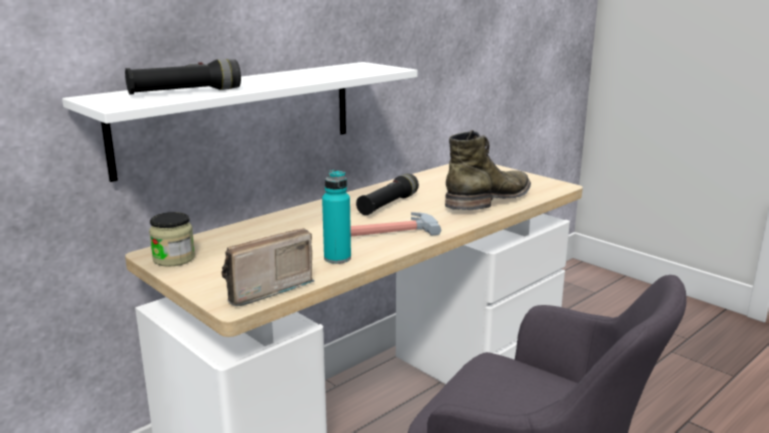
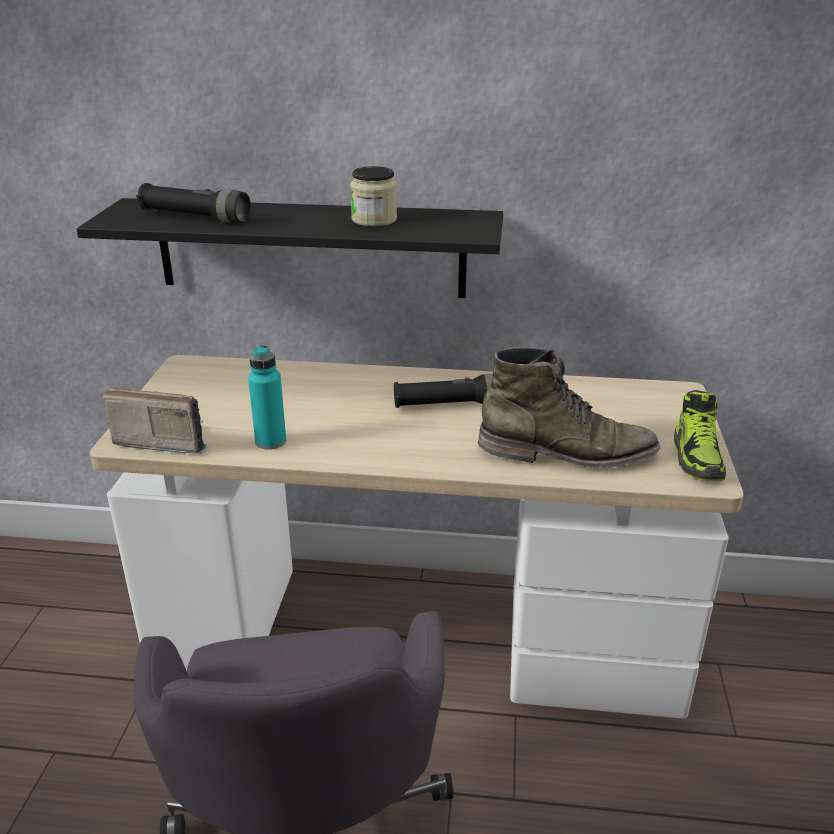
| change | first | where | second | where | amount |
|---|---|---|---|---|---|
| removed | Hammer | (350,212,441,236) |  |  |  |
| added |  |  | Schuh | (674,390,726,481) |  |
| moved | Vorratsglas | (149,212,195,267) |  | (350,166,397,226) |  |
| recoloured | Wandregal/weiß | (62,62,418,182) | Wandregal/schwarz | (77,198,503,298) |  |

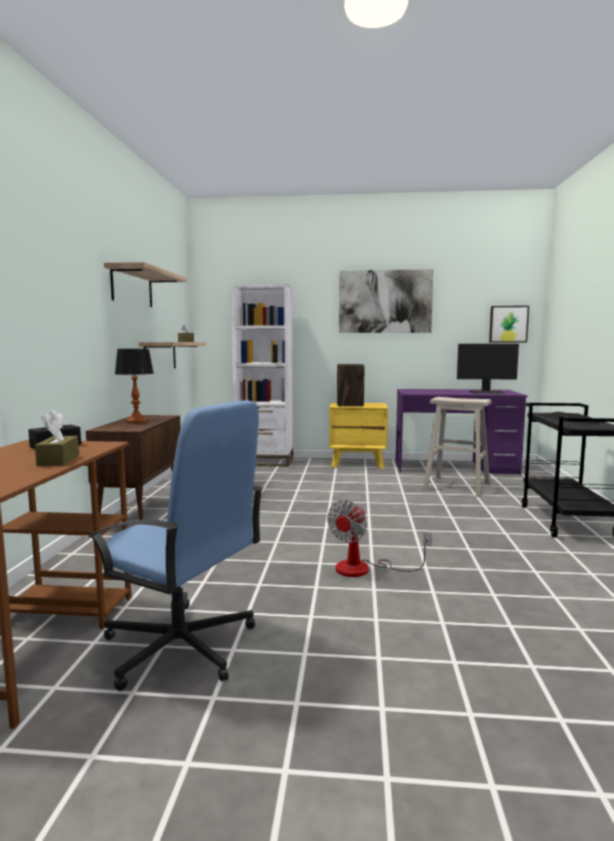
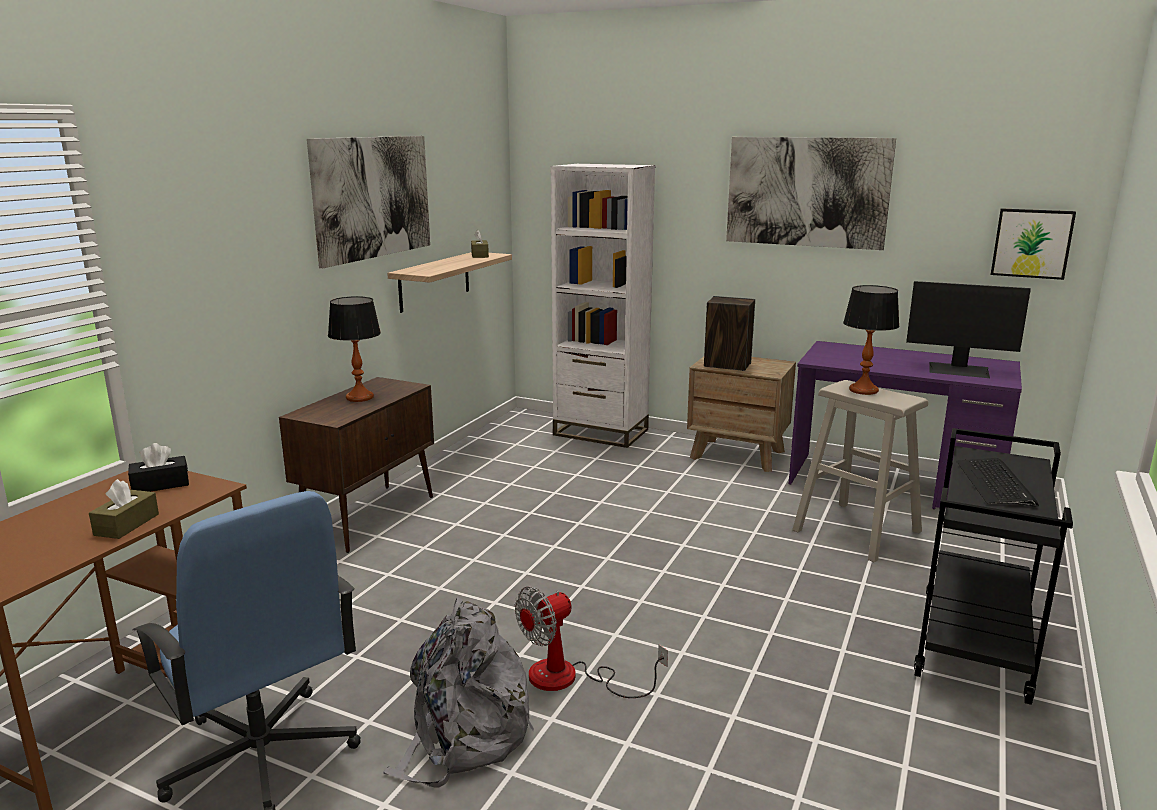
| change | first | where | second | where | amount |
|---|---|---|---|---|---|
| added |  |  | Rucksack/grau | (383,597,534,787) |  |
| added |  |  | Tischlampe | (843,285,899,395) |  |
| replaced | Wandregal | (104,262,187,307) | Bild | (307,136,430,269) |  |
| recoloured | Nachttisch/gelb | (329,403,388,469) | Nachttisch/braun | (687,356,796,472) |  |

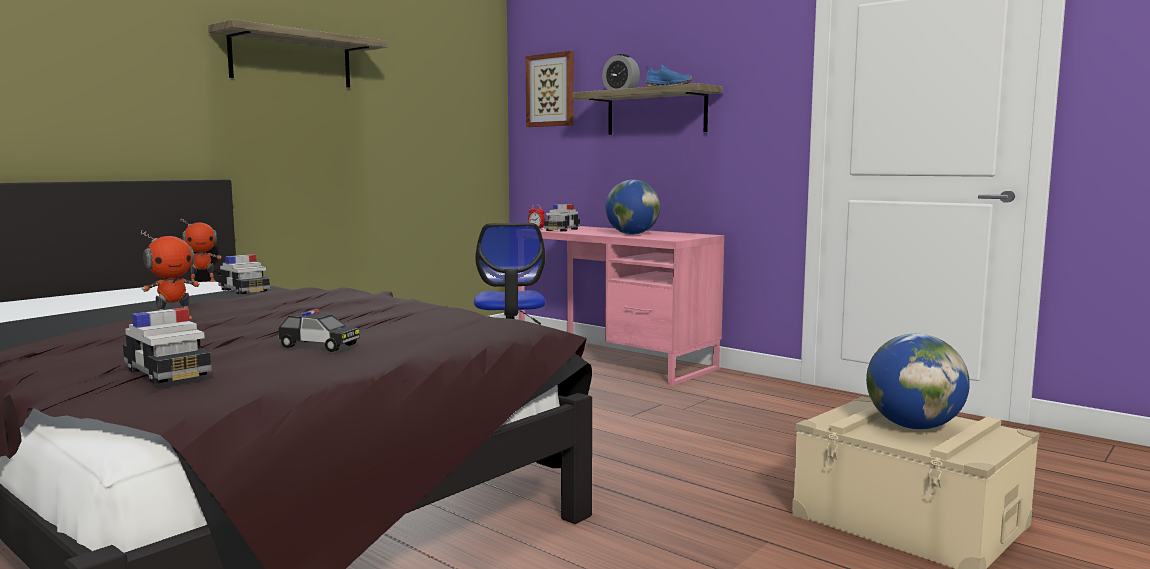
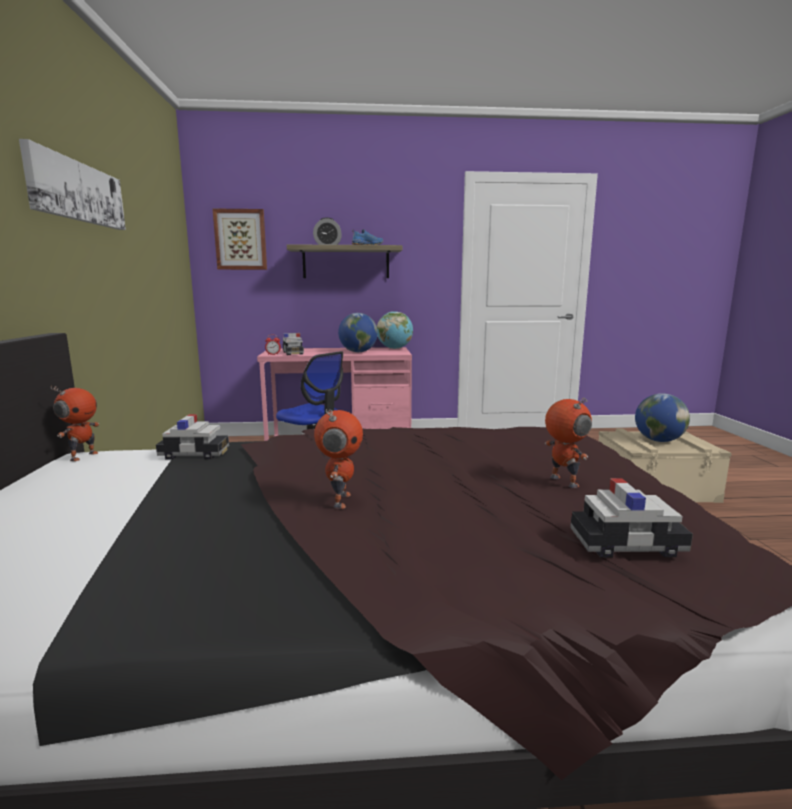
| change | first | where | second | where | amount |
|---|---|---|---|---|---|
| added |  |  | Globus | (377,311,413,349) |  |
| replaced | Wandregal | (208,19,388,88) | Bild | (19,139,126,230) |  |
| replaced | Spielzeugauto | (278,309,360,352) | Spielzeugroboter | (545,398,592,488) |  |

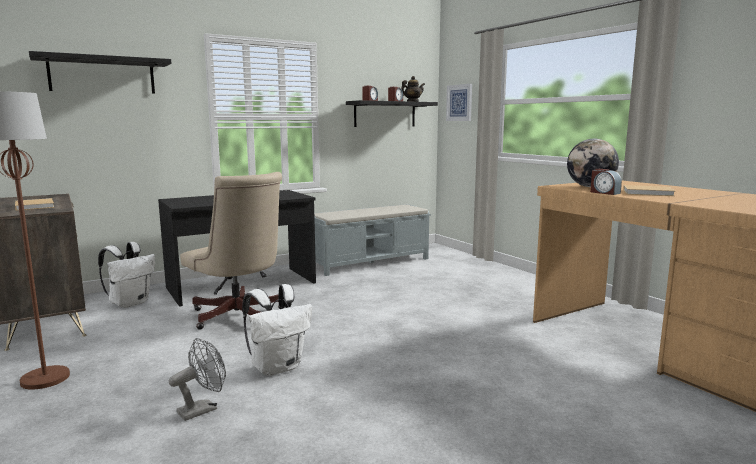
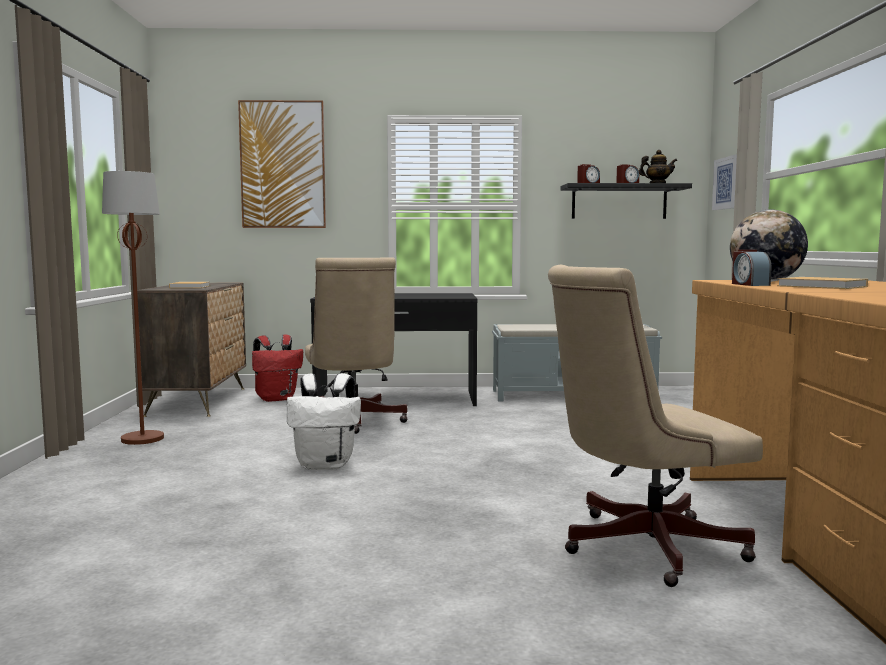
| change | first | where | second | where | amount |
|---|---|---|---|---|---|
| removed | Ventilator/grau | (169,338,226,421) |  |  |  |
| added |  |  | Bürostuhl/beige | (548,265,763,587) |  |
| replaced | Wandregal/schwarz | (29,51,171,94) | Bild | (238,100,326,228) |  |
| recoloured | Rucksack/weiß | (98,242,155,308) | Rucksack/rot | (252,334,303,402) |  |

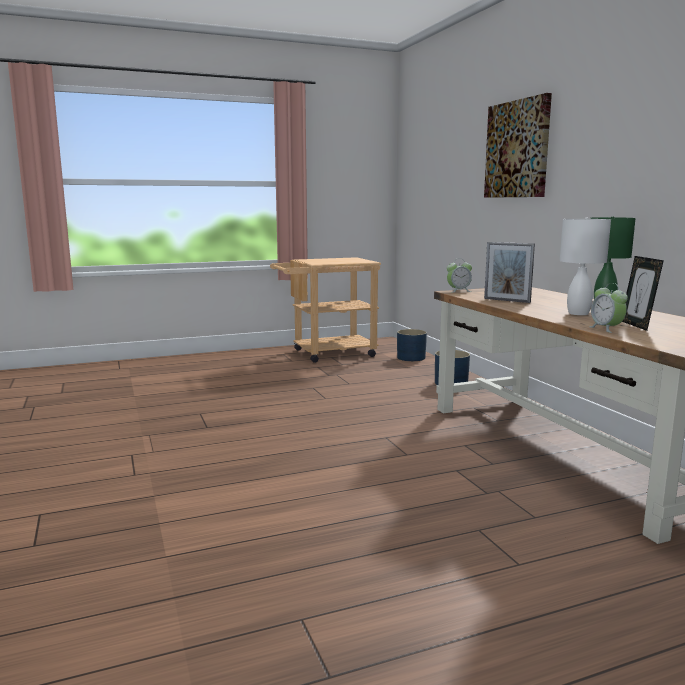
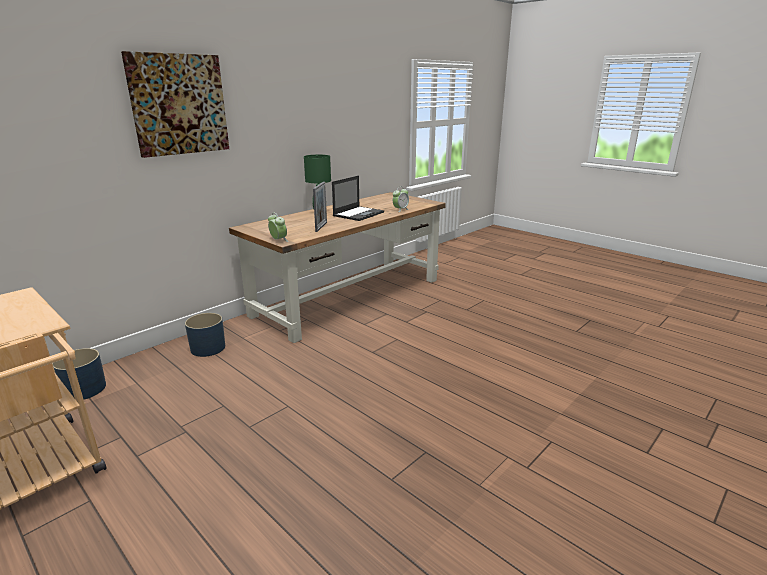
| change | first | where | second | where | amount |
|---|---|---|---|---|---|
| removed | Bilderrahmen | (622,256,664,331) |  |  |  |
| replaced | Tischlampe/weiß | (560,218,611,315) | Laptop | (332,175,384,221) |  |

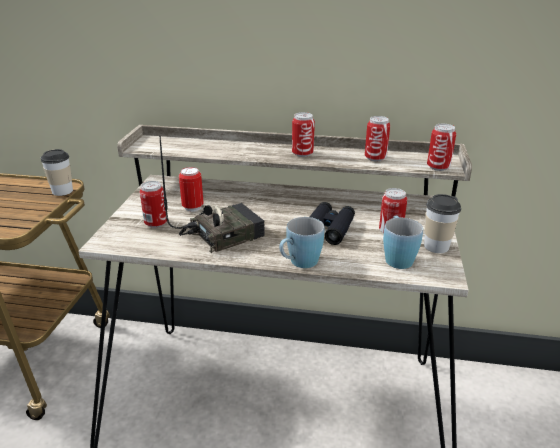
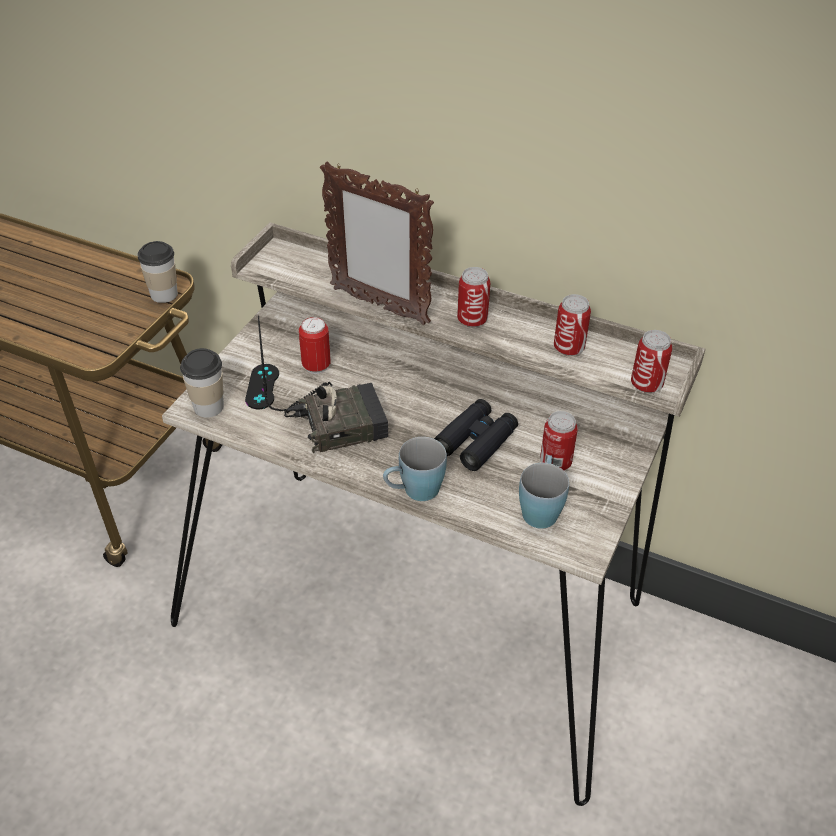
| change | first | where | second | where | amount |
|---|---|---|---|---|---|
| added |  |  | Bilderrahmen | (320,161,434,325) |  |
| moved | Tasse | (424,194,461,253) |  | (180,348,224,418) |  |
| replaced | Dose | (140,181,167,228) | Gamepad/schwarz | (245,364,279,409) |  |

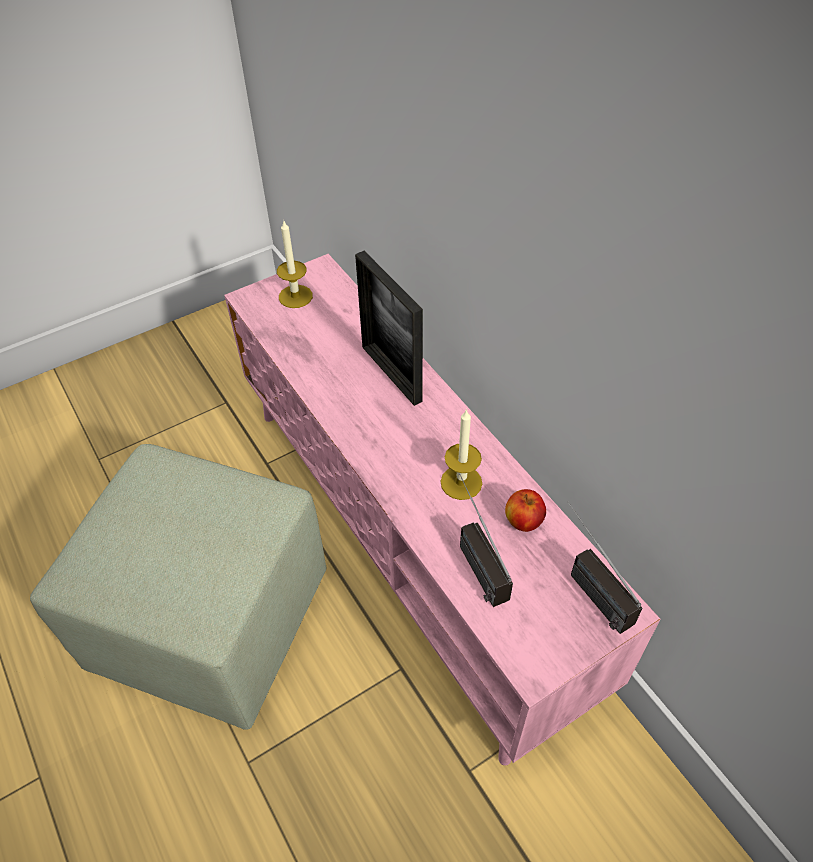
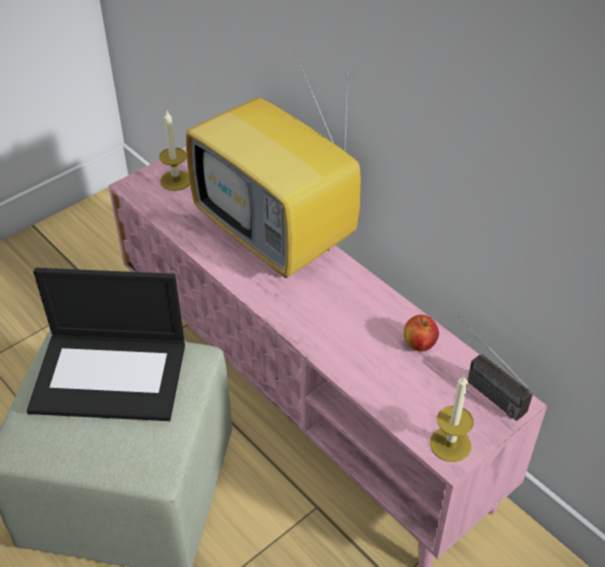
| change | first | where | second | where | amount |
|---|---|---|---|---|---|
| removed | Radio | (459,473,513,607) |  |  |  |
| added |  |  | Laptop | (27,268,185,421) |  |
| moved | Kerze | (440,409,482,500) |  | (430,374,473,462) |  |
| replaced | Bilderrahmen | (355,251,423,406) | Fernseher | (186,59,361,278) |  |

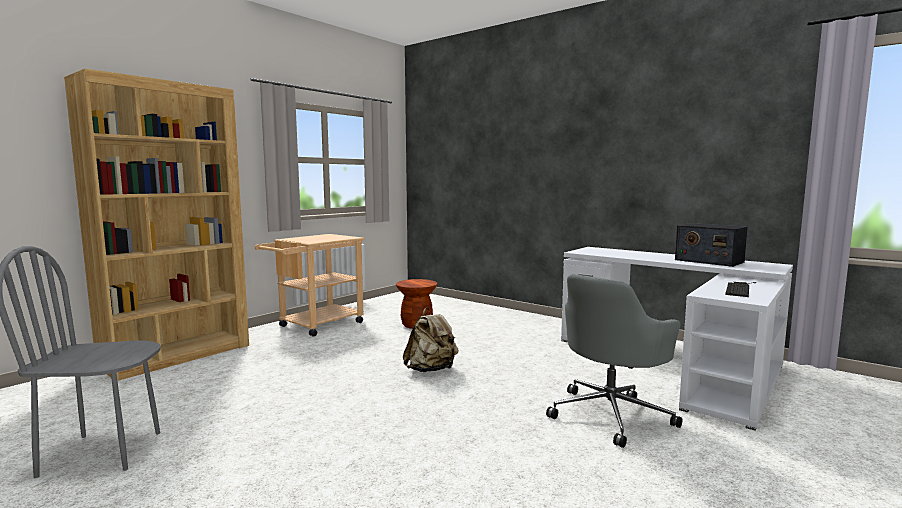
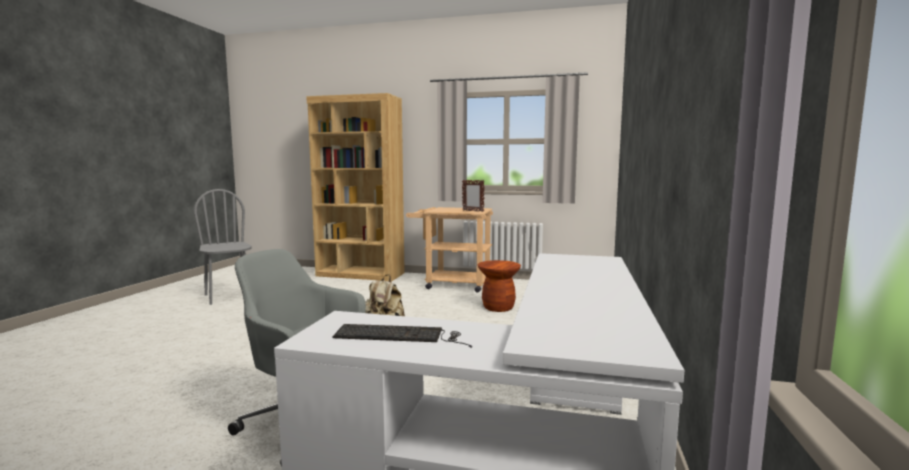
| change | first | where | second | where | amount |
|---|---|---|---|---|---|
| removed | Radio | (675,223,748,267) |  |  |  |
| added |  |  | Bilderrahmen | (462,180,485,212) |  |

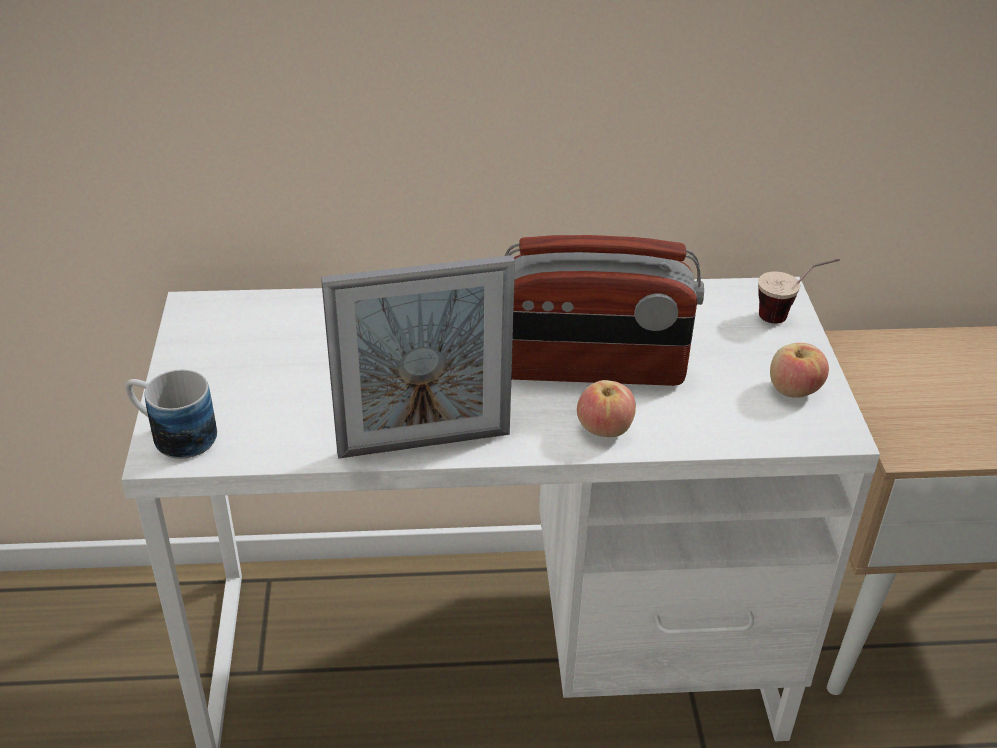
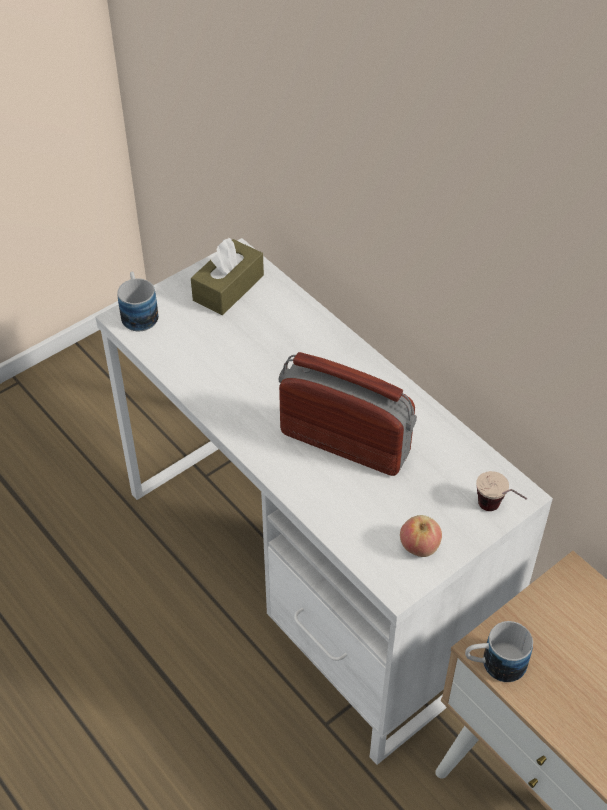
| change | first | where | second | where | amount |
|---|---|---|---|---|---|
| removed | Bilderrahmen | (321,255,515,459) |  |  |  |
| removed | Apfel | (577,380,636,437) |  |  |  |
| added |  |  | Taschentuchbox/braun | (191,238,264,315) |  |
| added |  |  | Henkelbecher | (465,621,533,682) |  |
| turned | Radio | (504,235,704,386) |  | (279,352,417,476) | 150 degrees clockwise |

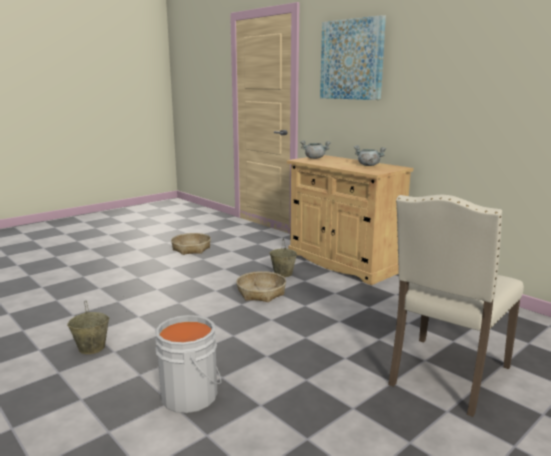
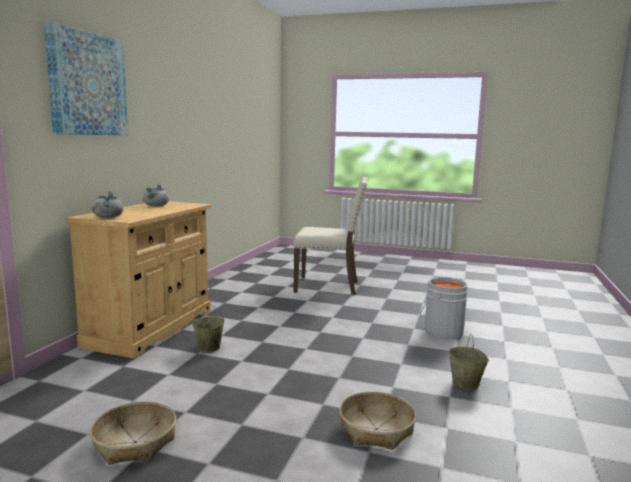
| change | first | where | second | where | amount |
|---|---|---|---|---|---|
| moved | Korb | (236,271,286,302) |  | (339,391,416,450) |  |

